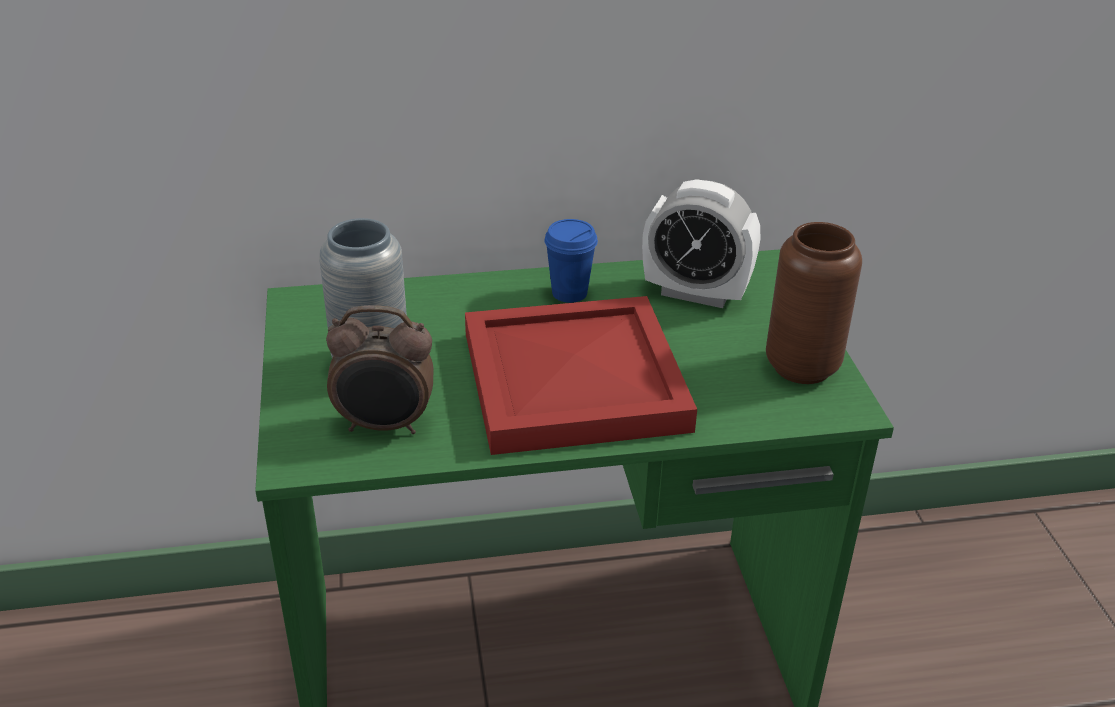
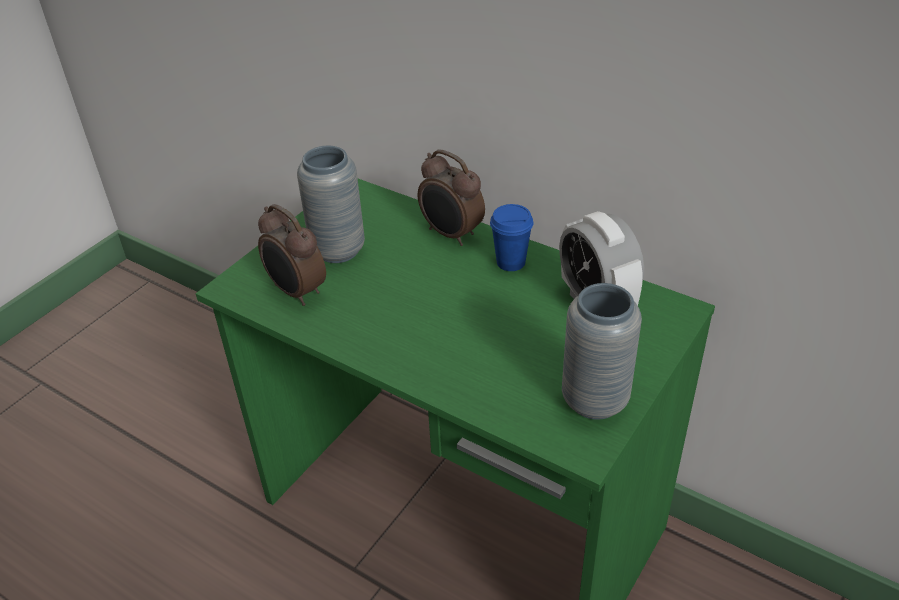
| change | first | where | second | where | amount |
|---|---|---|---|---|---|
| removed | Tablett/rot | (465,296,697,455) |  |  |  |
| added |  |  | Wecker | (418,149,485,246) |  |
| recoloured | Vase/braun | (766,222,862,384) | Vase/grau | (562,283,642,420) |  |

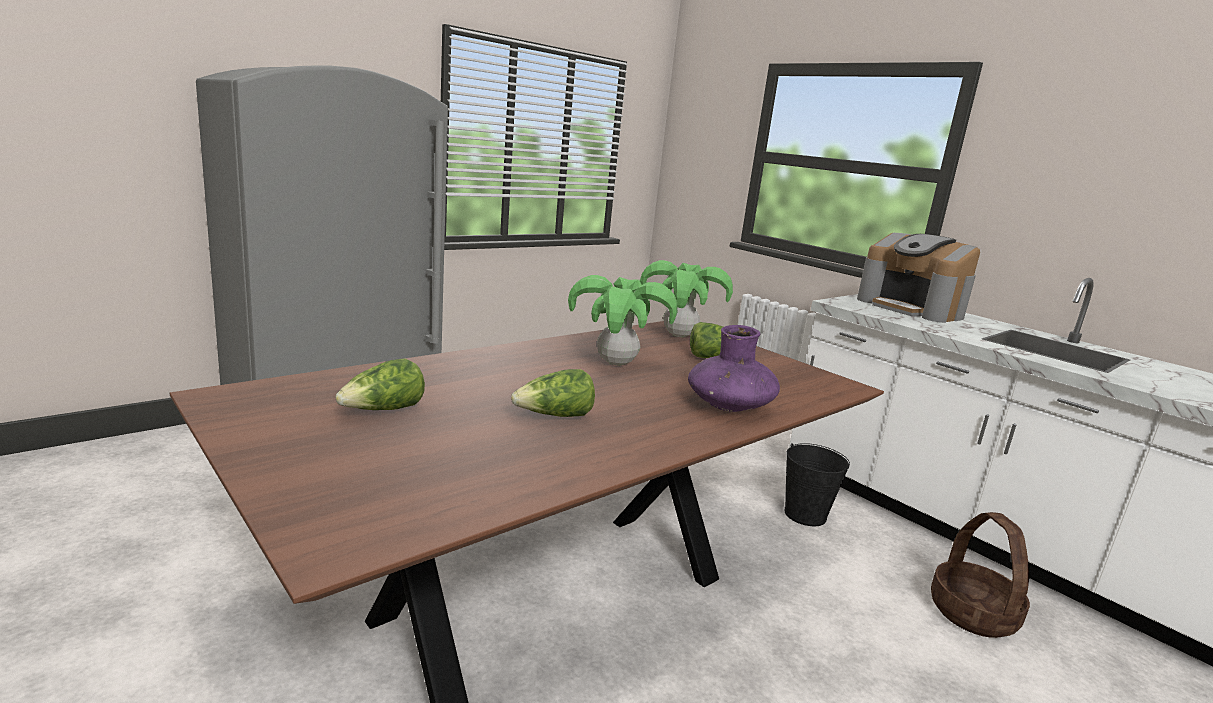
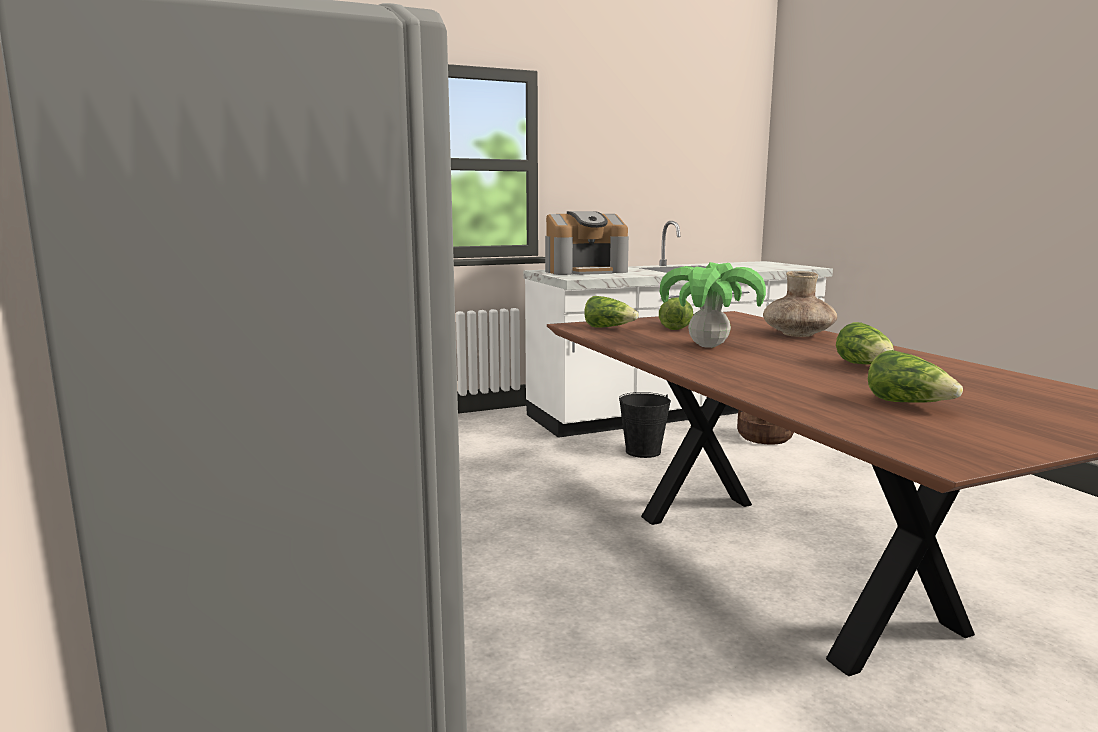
| change | first | where | second | where | amount |
|---|---|---|---|---|---|
| replaced | Topfpflanze | (640,260,733,337) | Salatkopf | (584,296,639,328) |  |
| recoloured | Vase/lila | (688,325,780,412) | Vase/braun | (763,271,837,337) |  |

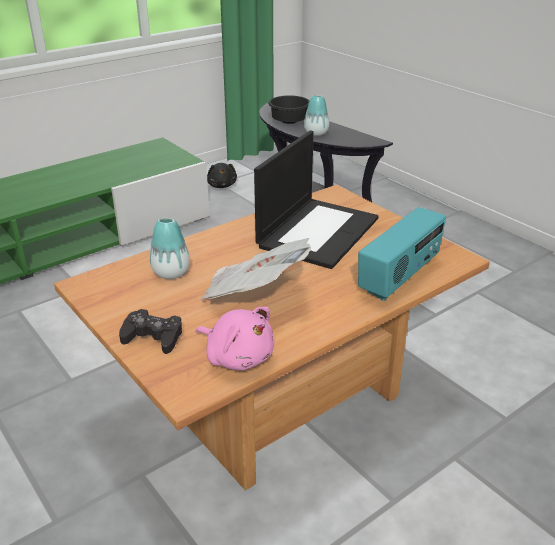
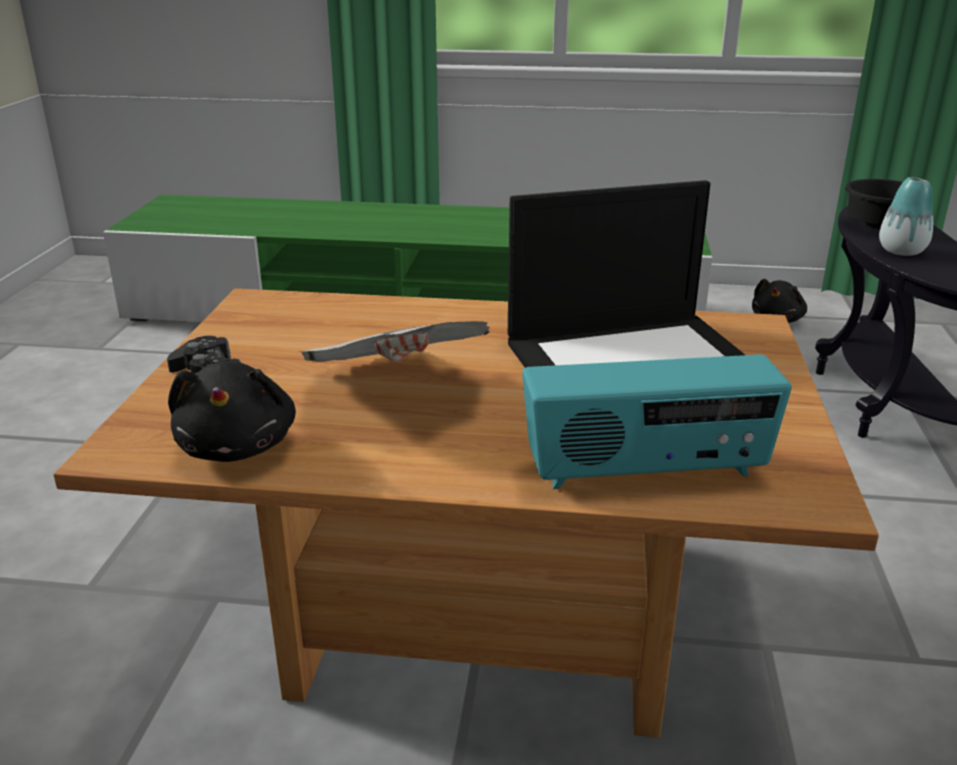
| change | first | where | second | where | amount |
|---|---|---|---|---|---|
| removed | Vase | (150,218,190,279) |  |  |  |
| recoloured | Plüschtier/rosa | (196,307,274,370) | Plüschtier/schwarz | (168,361,296,462) |  |

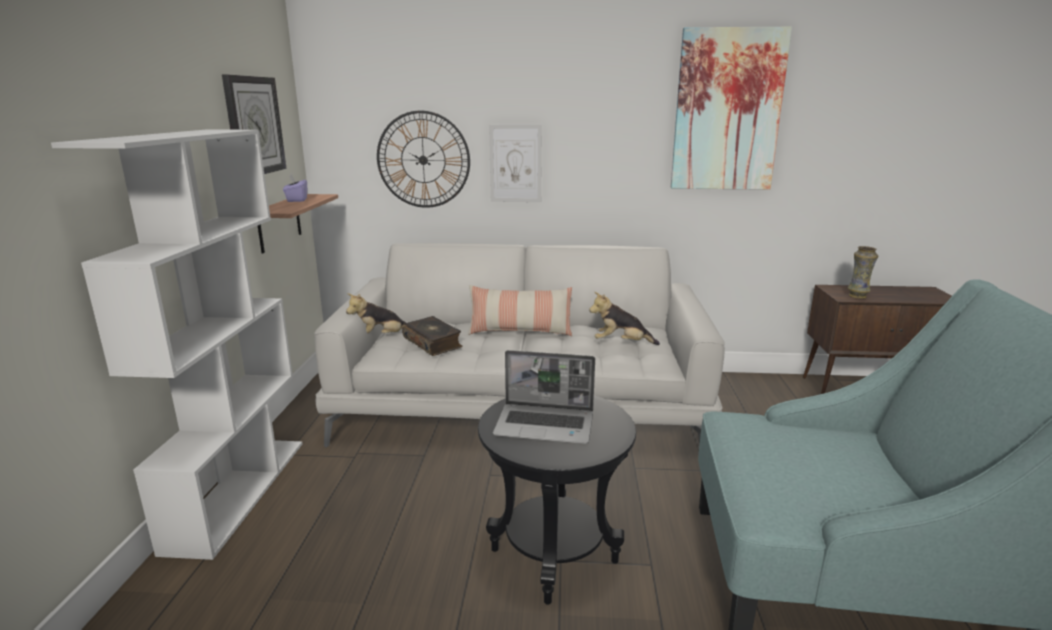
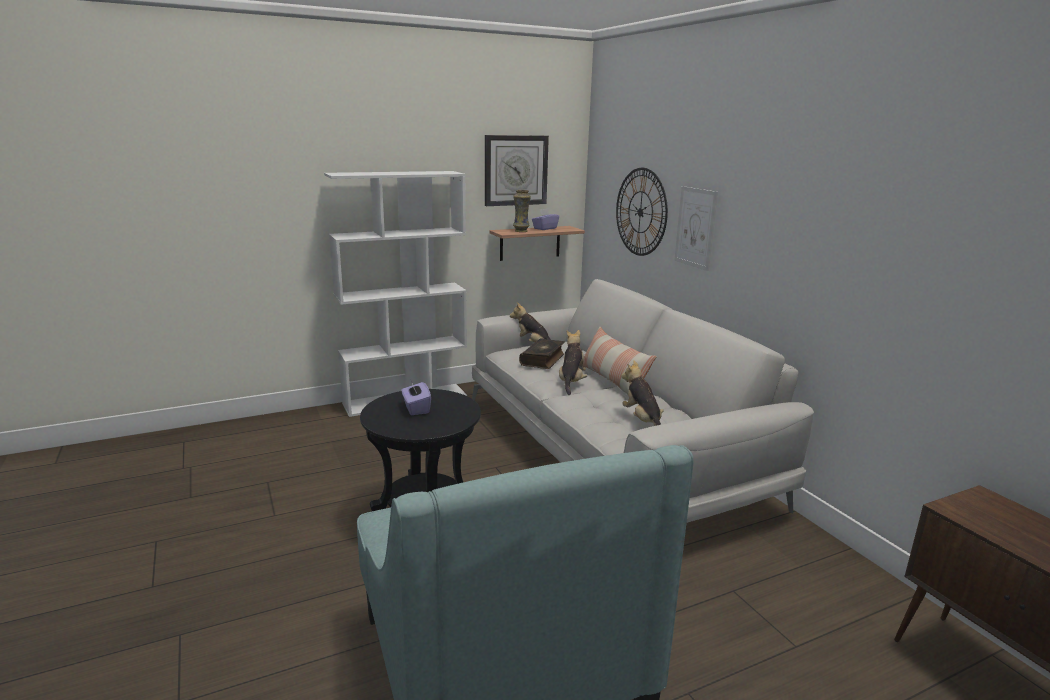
| change | first | where | second | where | amount |
|---|---|---|---|---|---|
| removed | Bild | (671,27,792,190) |  |  |  |
| added |  |  | Plüschtier | (559,330,587,395) |  |
| moved | Vase | (848,246,879,299) |  | (513,190,531,232) |  |
| replaced | Laptop | (493,350,595,444) | Taschentuchbox/lila | (402,381,431,415) |  |

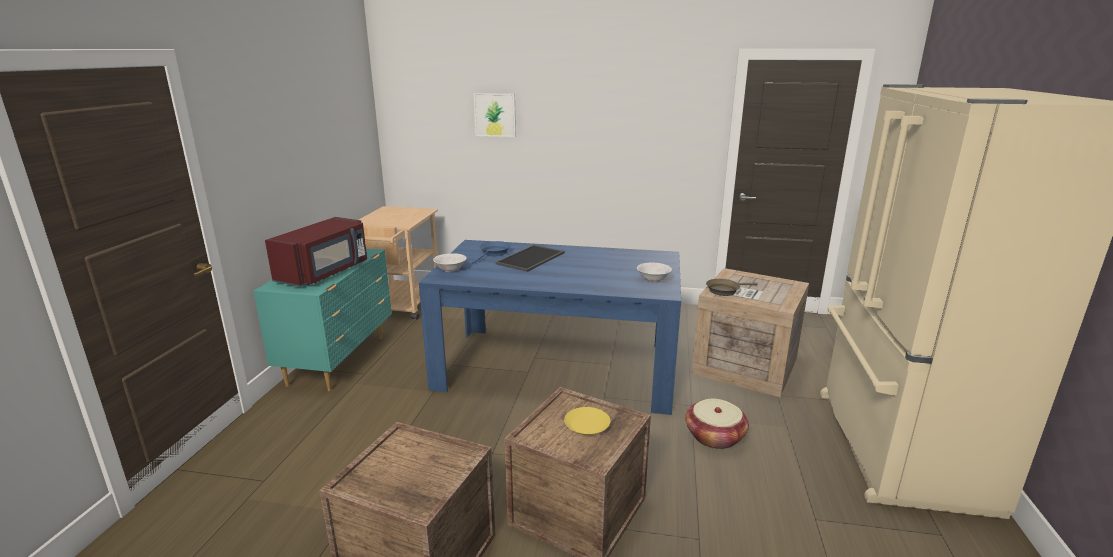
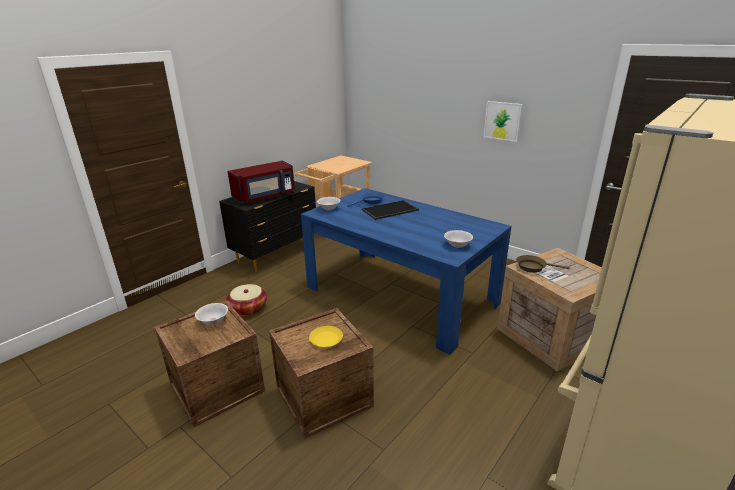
| change | first | where | second | where | amount |
|---|---|---|---|---|---|
| added |  |  | Schüssel/weiß | (195,303,228,325) |  |
| moved | Bild | (473,93,516,137) |  | (483,101,523,142) |  |
| moved | Korb | (685,399,749,449) |  | (226,284,267,316) |  |
| recoloured | Kommode/türkis | (253,249,392,391) | Kommode/schwarz | (219,181,316,272) |  |

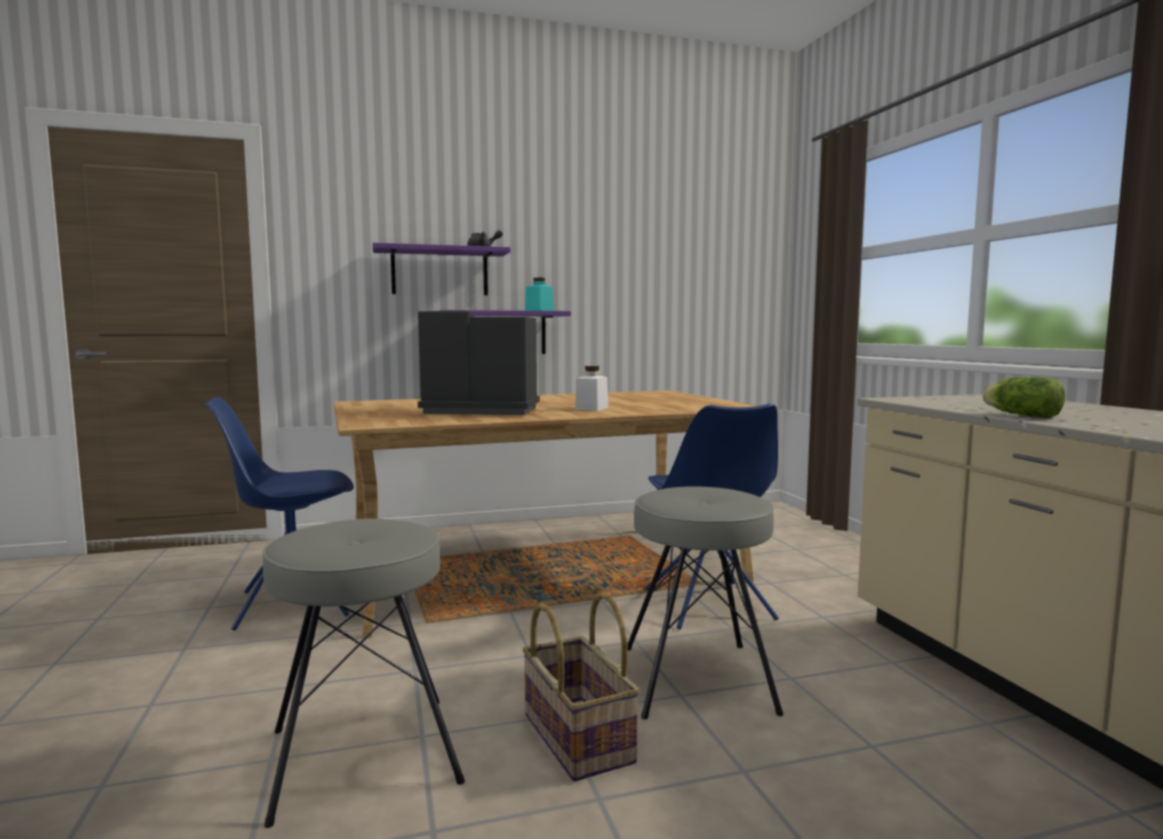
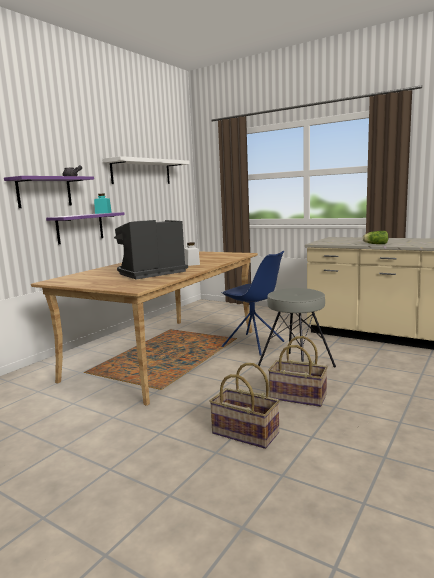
| change | first | where | second | where | amount |
|---|---|---|---|---|---|
| removed | Stuhl/blau | (202,397,354,631) |  |  |  |
| added |  |  | Wandregal/weiß | (102,156,190,184) |  |
| replaced | Hocker/grau | (263,519,465,828) | Korb | (209,363,280,449) |  |

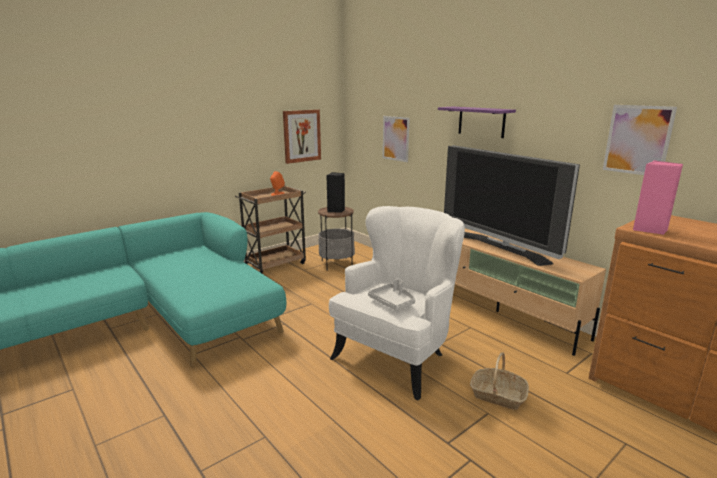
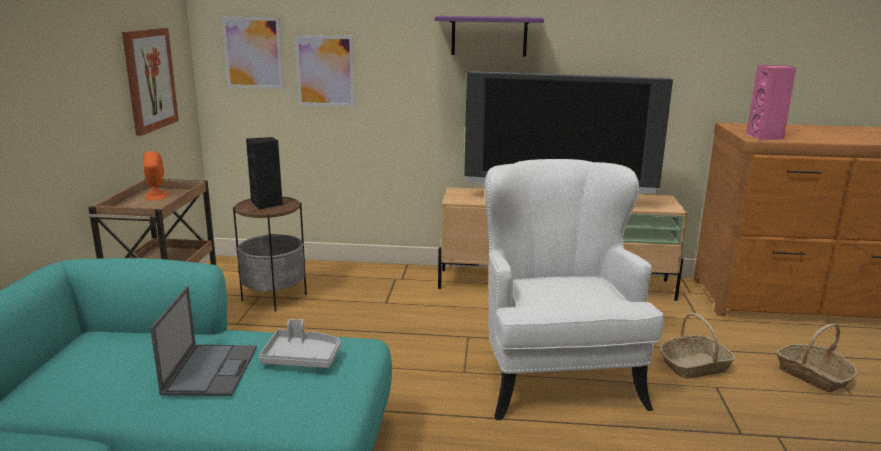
| change | first | where | second | where | amount |
|---|---|---|---|---|---|
| added |  |  | Laptop | (150,286,257,396) |  |
| added |  |  | Korb | (776,324,858,392) |  |
| moved | Tablett/grau | (368,279,415,311) |  | (259,319,341,368) |  |
| moved | Bild | (603,105,677,175) |  | (222,17,284,89) |  |

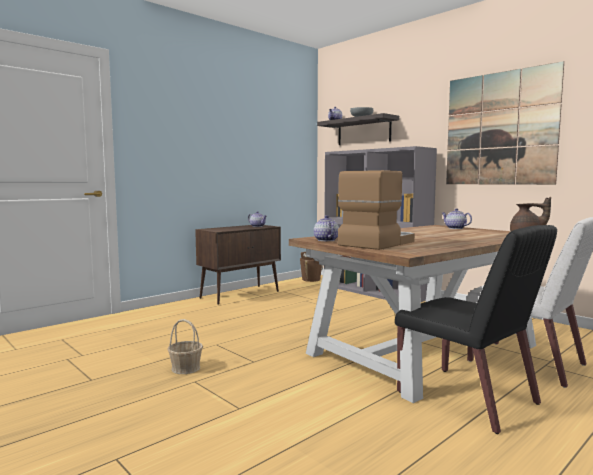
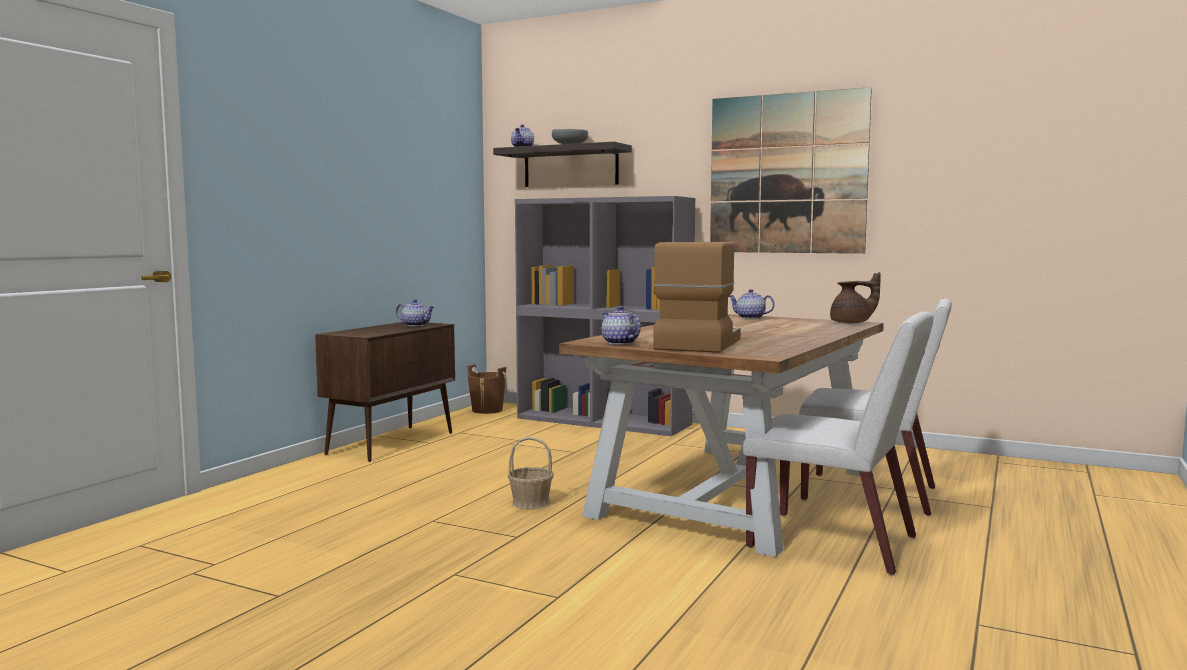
| change | first | where | second | where | amount |
|---|---|---|---|---|---|
| moved | Korb | (167,319,203,374) |  | (508,437,554,509) |  |
| recoloured | Stuhl/schwarz | (395,225,557,434) | Stuhl/weiß | (743,312,934,575) |  |

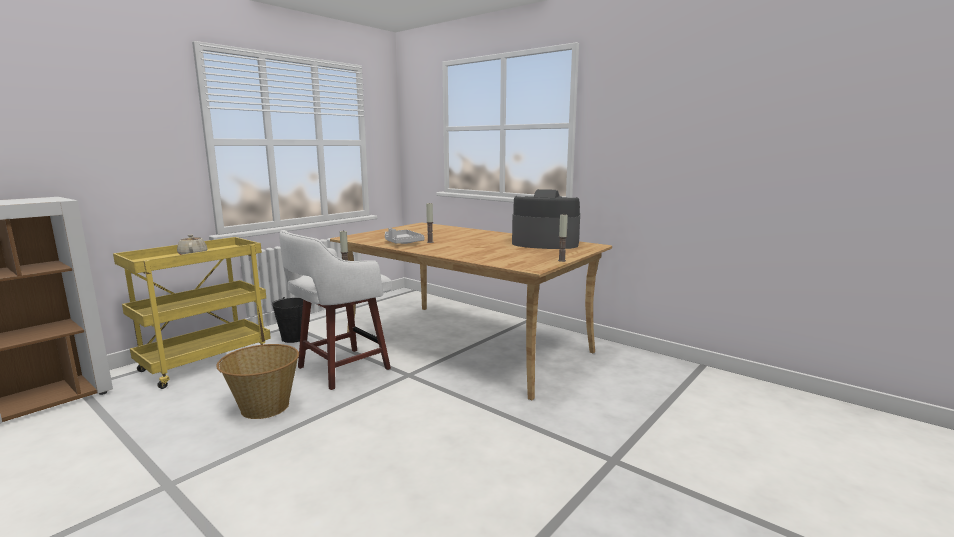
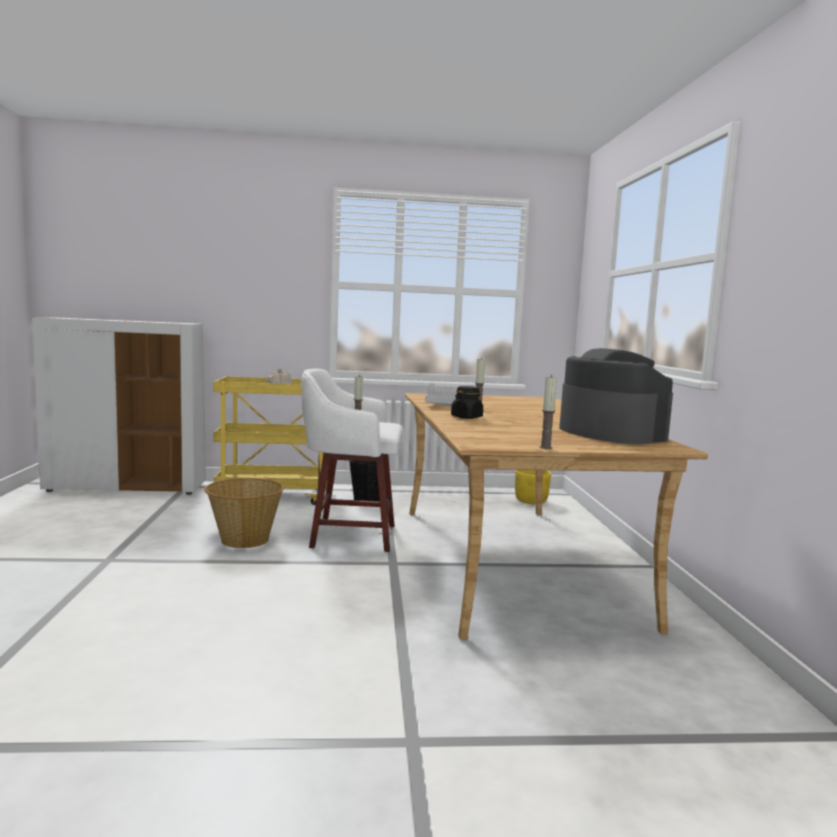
| change | first | where | second | where | amount |
|---|---|---|---|---|---|
| added |  |  | Vorratsglas/schwarz | (451,386,483,419) |  |
| added |  |  | Pflanzkübel/gelb | (515,470,551,504) |  |

